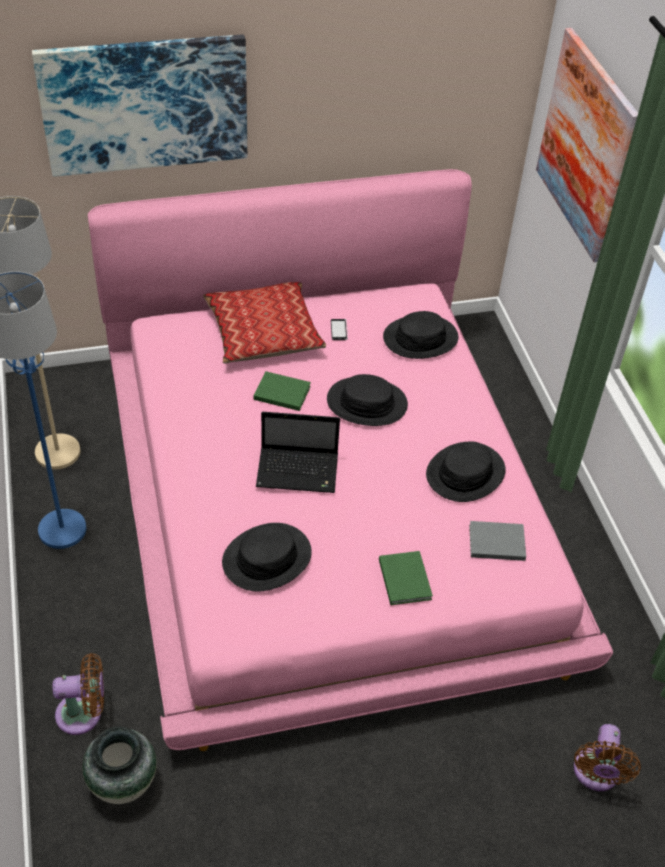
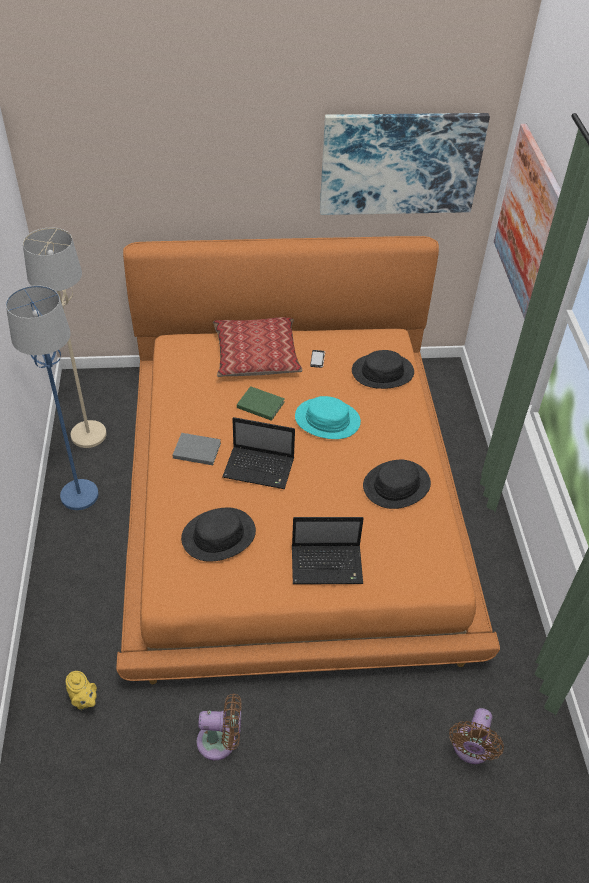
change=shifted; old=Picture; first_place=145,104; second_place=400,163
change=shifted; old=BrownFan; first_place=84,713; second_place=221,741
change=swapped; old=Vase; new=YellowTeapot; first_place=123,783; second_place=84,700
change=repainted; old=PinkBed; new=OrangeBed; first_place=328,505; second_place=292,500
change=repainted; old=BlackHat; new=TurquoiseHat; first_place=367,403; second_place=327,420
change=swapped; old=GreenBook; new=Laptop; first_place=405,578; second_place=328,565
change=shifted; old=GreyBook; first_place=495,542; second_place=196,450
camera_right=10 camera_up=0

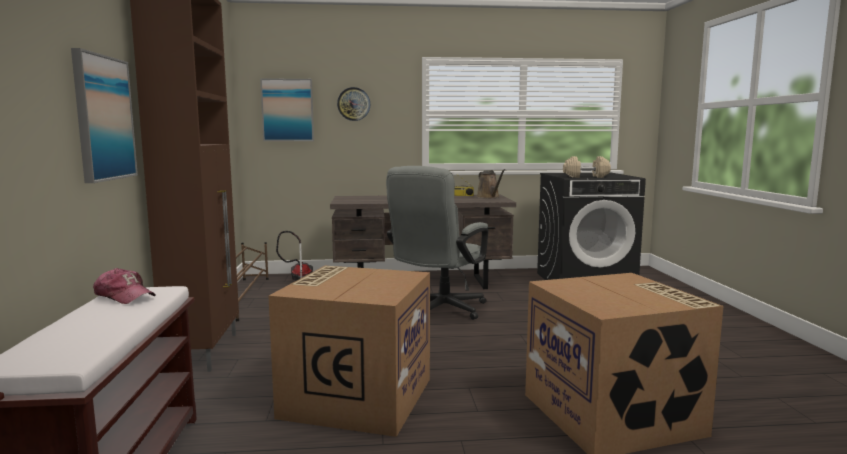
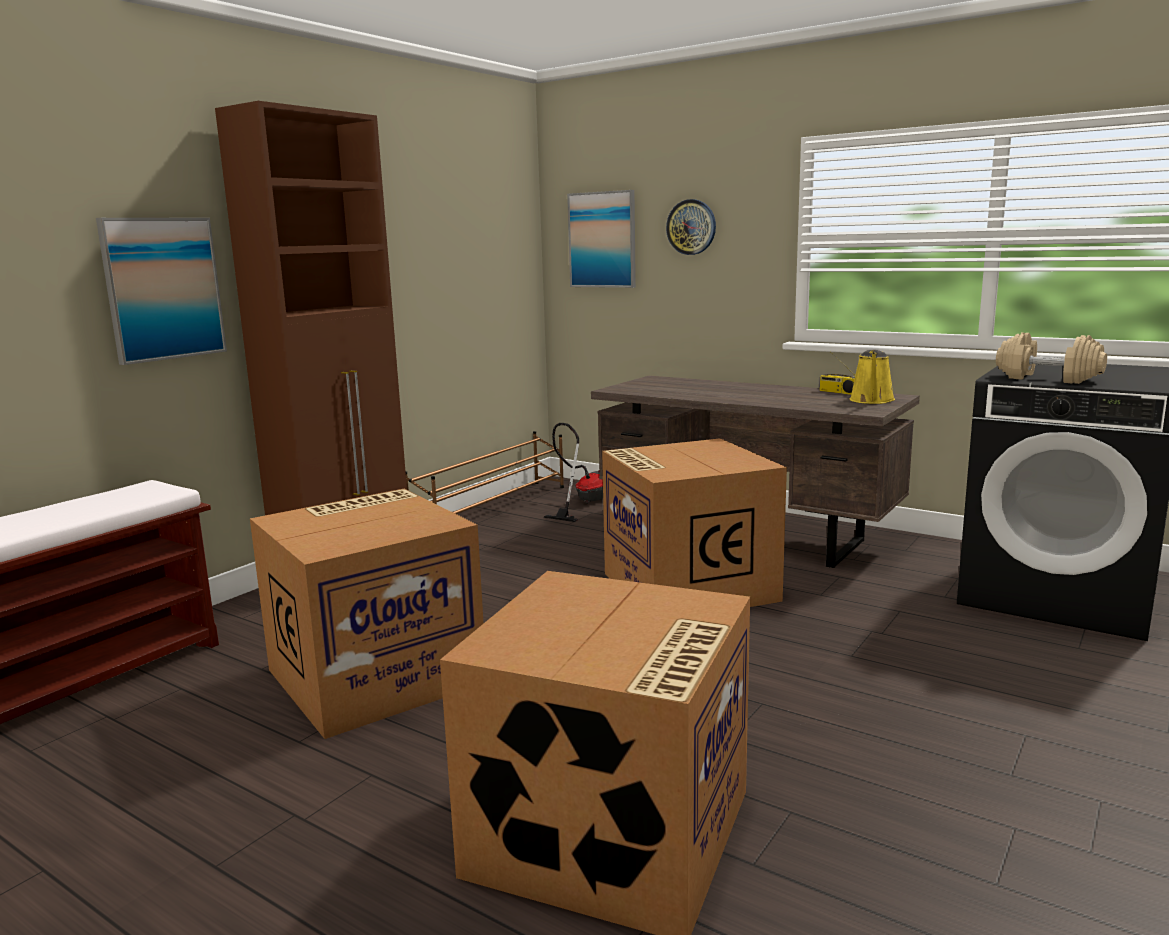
change=gone; old=Cap; first_place=124,296
change=swapped; old=GreyOfficeChair; new=CardboardBox; first_place=438,311; second_place=686,586
change=repainted; old=BrownWateringCan; new=YellowWateringCan; first_place=489,197; second_place=872,400
camera_right=40 camera_up=5

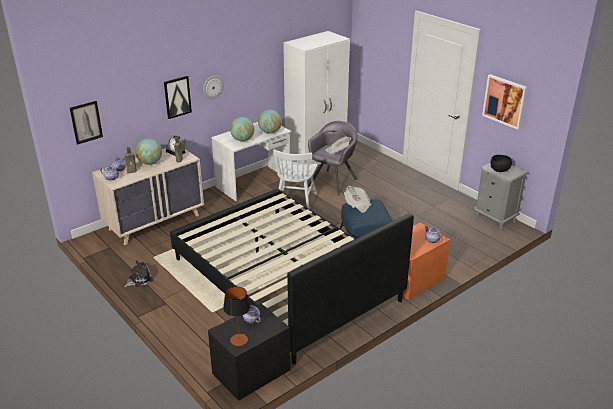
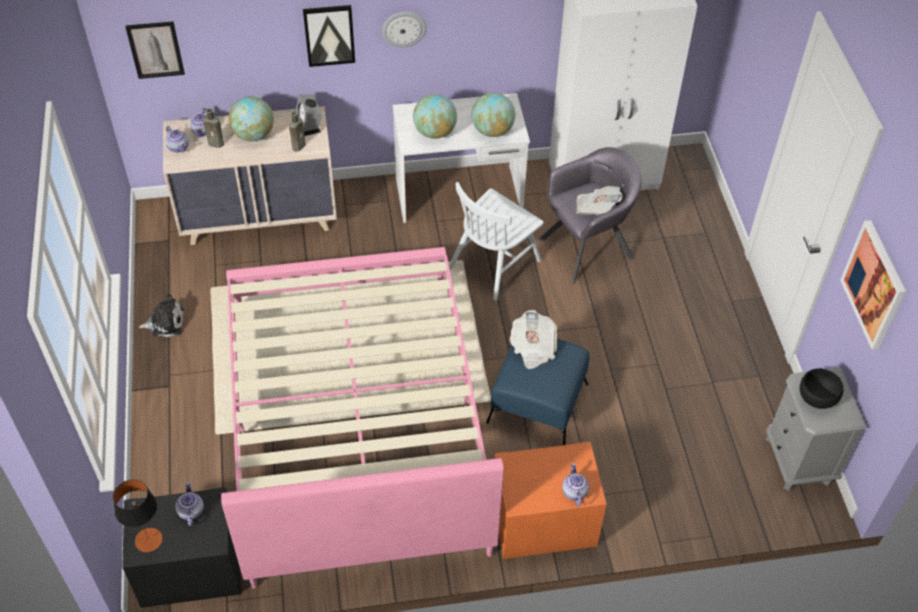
change=repainted; old=BlackBed; new=PinkBed; first_place=284,280; second_place=354,423
camera_right=30 camera_up=20

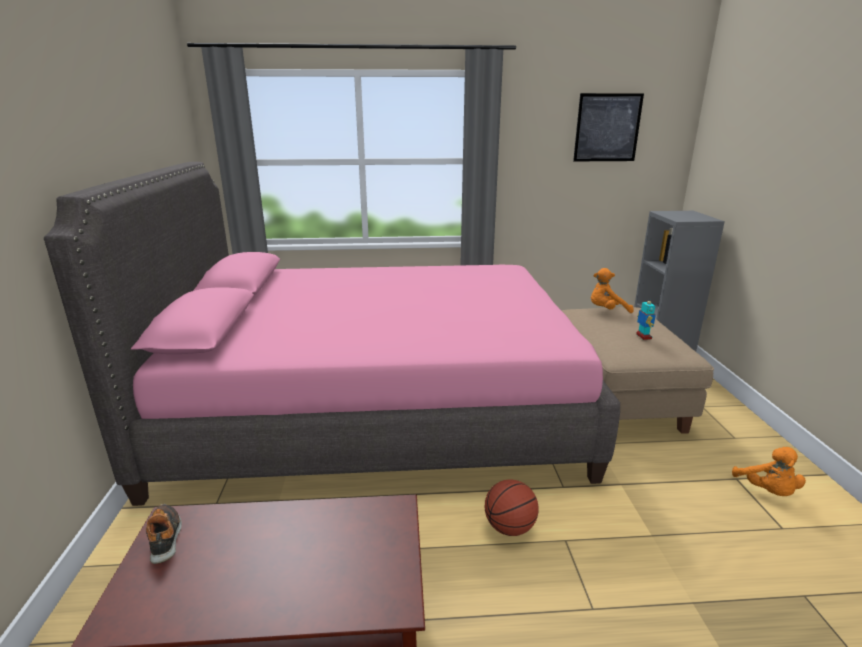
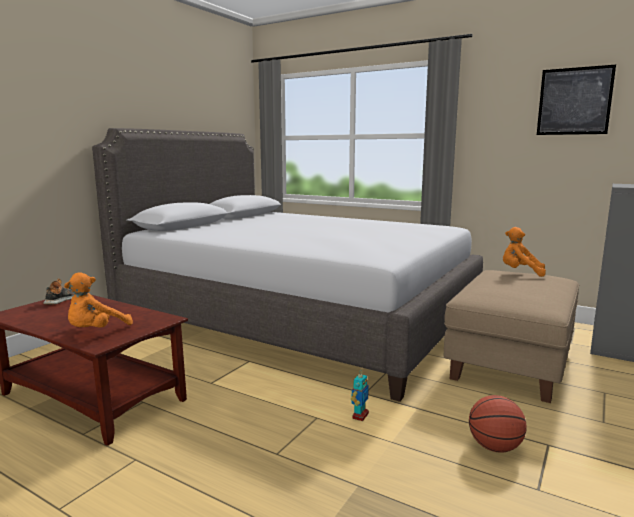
change=repainted; old=PinkBed; new=GreyBed; first_place=376,407; second_place=298,318
change=shifted; old=Basketball; first_place=509,528; second_place=494,447
change=shifted; old=ToyRobot; first_place=643,336; second_place=360,415
change=shifted; old=OrangePlushToy; first_place=767,491; second_place=96,331
camera_right=35 camera_up=-10

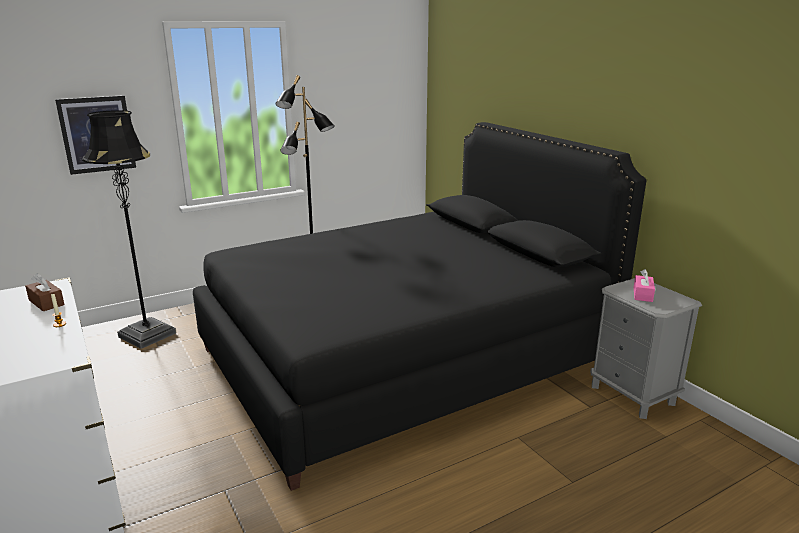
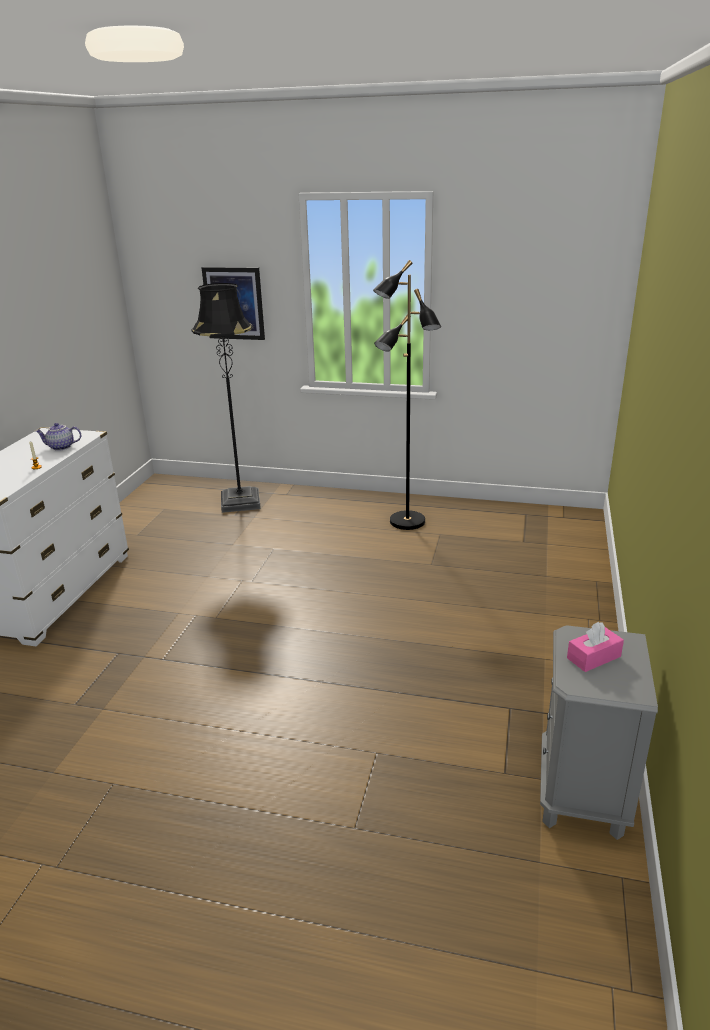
change=swapped; old=BrownTissueBox; new=Teapot; first_place=46,302; second_place=61,447
change=gone; old=BlackBed; first_place=403,358
camera_right=45 camera_up=5

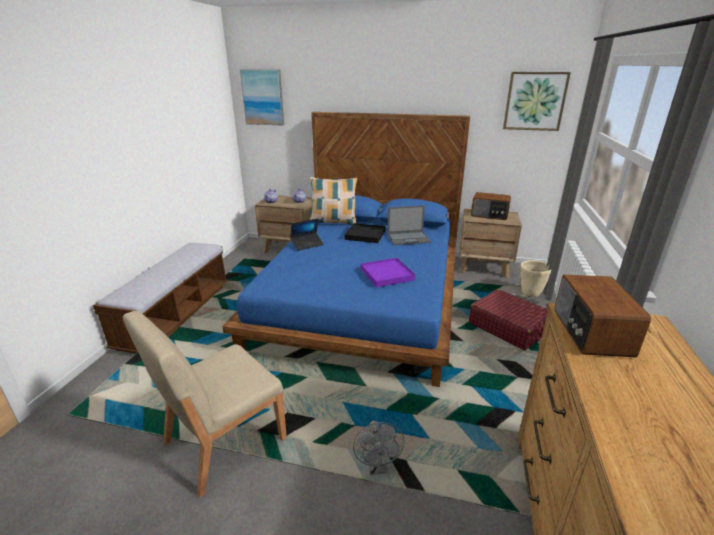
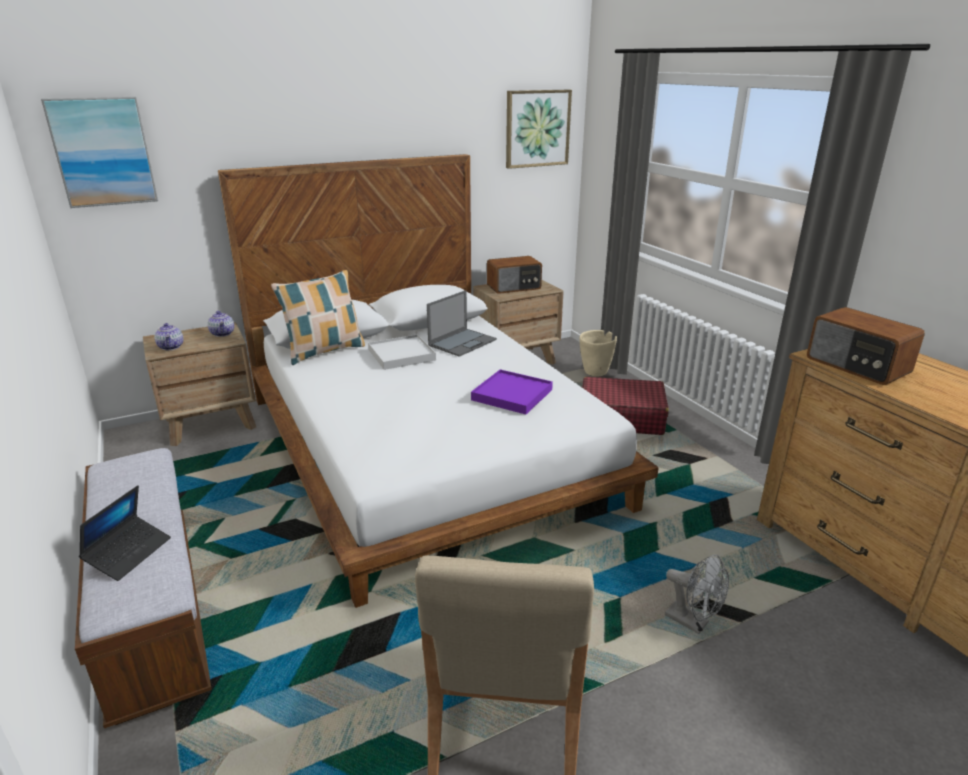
change=repainted; old=BlueBed; new=WhiteBed; first_place=364,297; second_place=427,448
change=shifted; old=Laptop; first_place=307,244; second_place=129,553
change=repainted; old=BlackTray; new=WhiteTray; first_place=365,235; second_place=401,355
camera_right=-40 camera_up=0

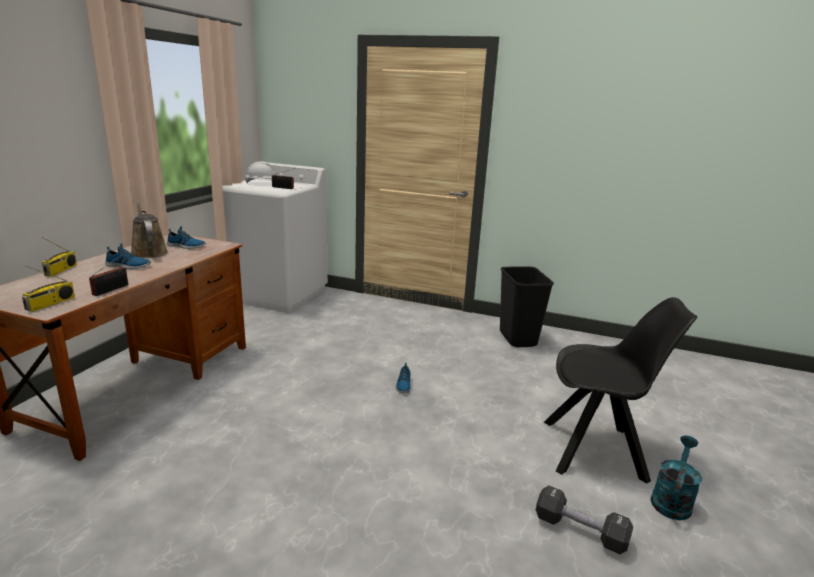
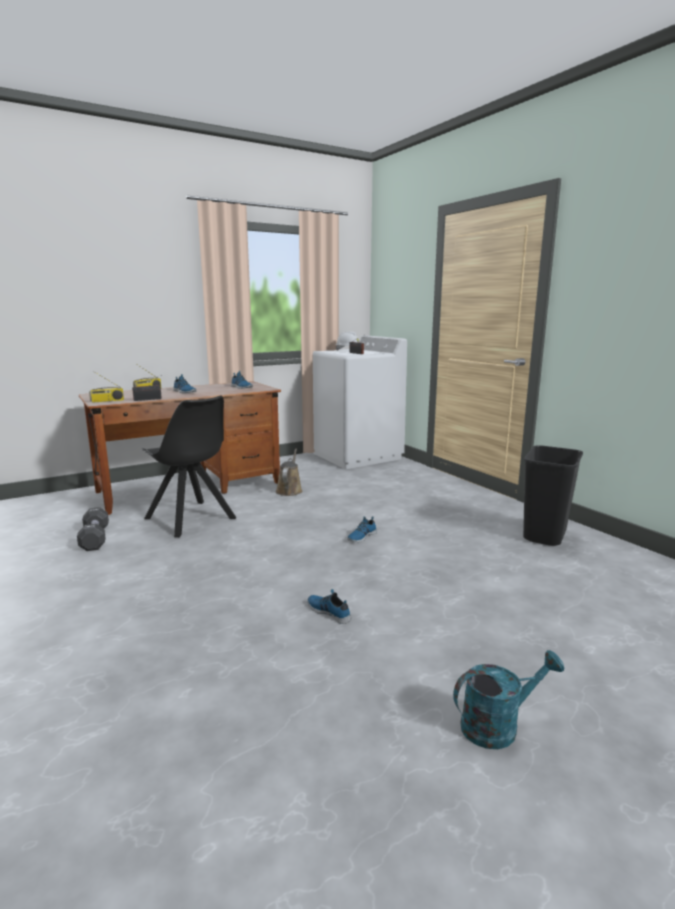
change=shifted; old=BrownWateringCan; first_place=148,252; second_place=289,490
change=shifted; old=BlackDumbbell; first_place=580,531; second_place=95,539
change=shifted; old=BlackChair; first_place=596,450; second_place=191,519
change=new; new=Shoe; second_place=329,612
camera_right=40 camera_up=-5

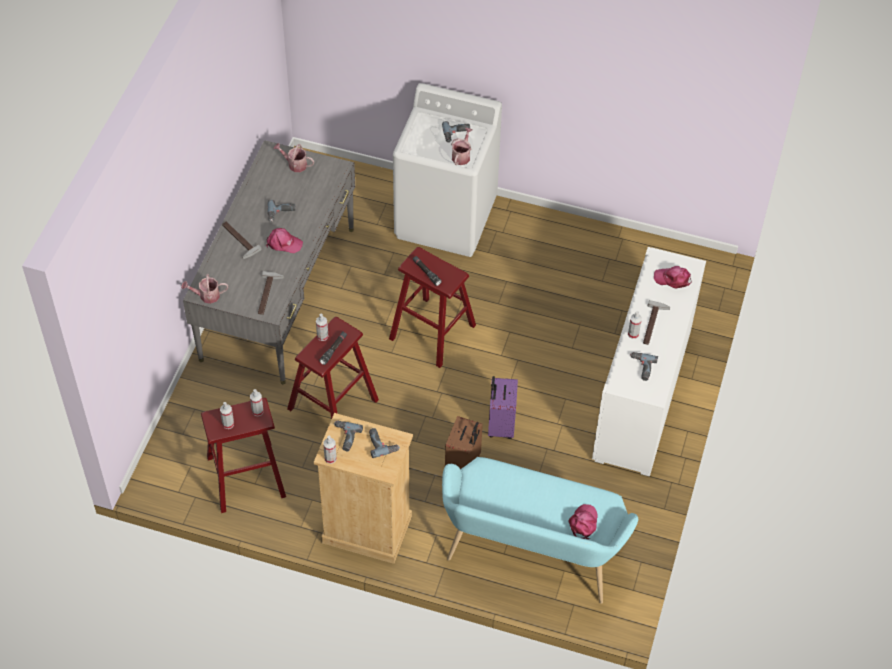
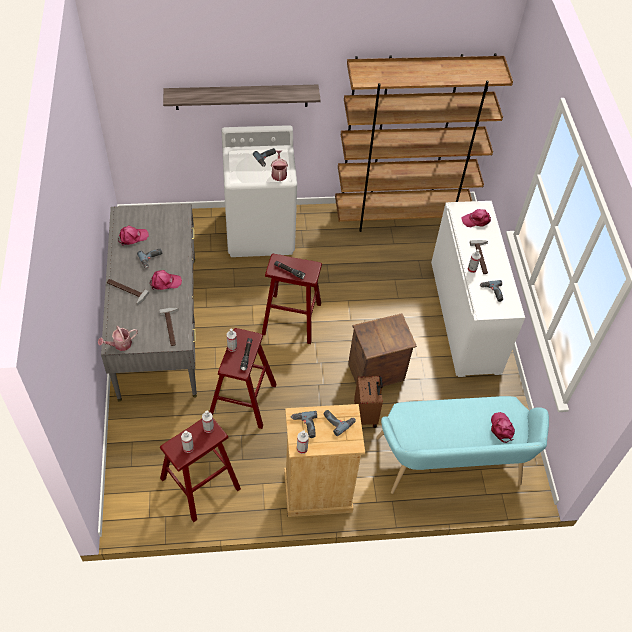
change=gone; old=WateringCan; first_place=295,164
change=swapped; old=PurpleSuitcase; new=Crate; first_place=500,425; second_place=376,373
change=new; new=PinkCap; second_place=132,237
change=new; new=Shelf; second_place=241,97
change=new; new=BrownBookcase; second_place=403,215
camera_right=-25 camera_up=0

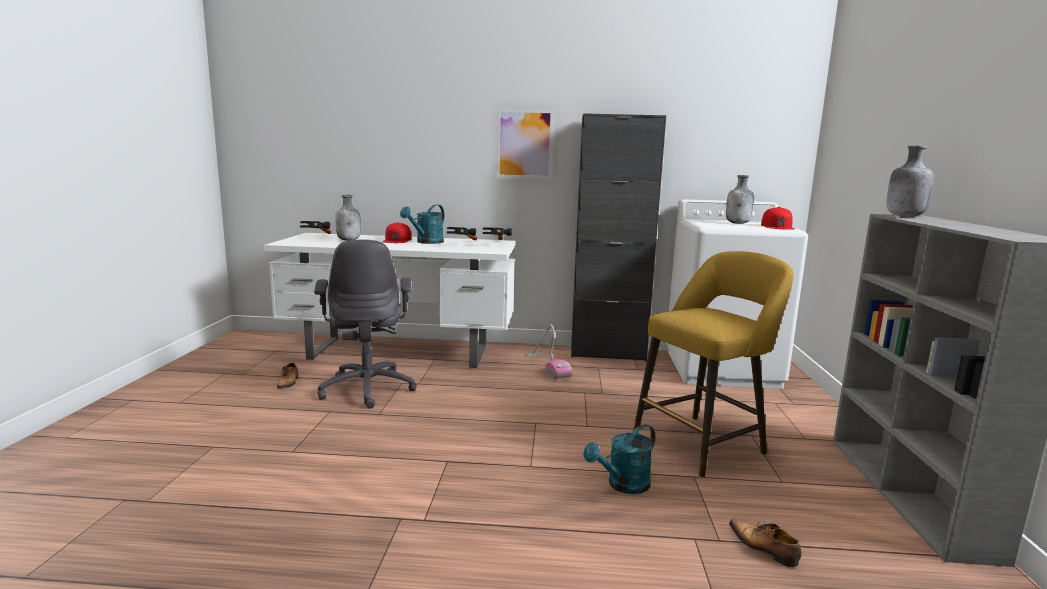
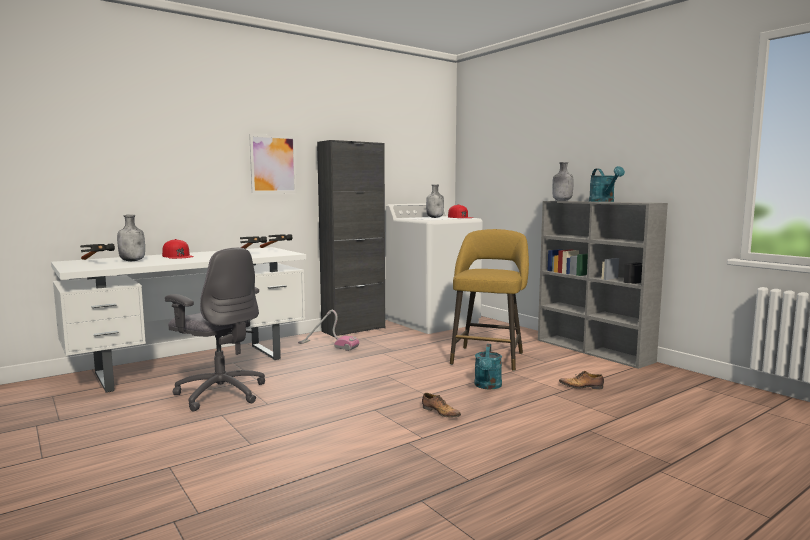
change=shifted; old=Shoe; first_place=288,383; second_place=440,412
change=shifted; old=TurquoiseWateringCan; first_place=426,242; second_place=604,201
camera_right=-40 camera_up=-5

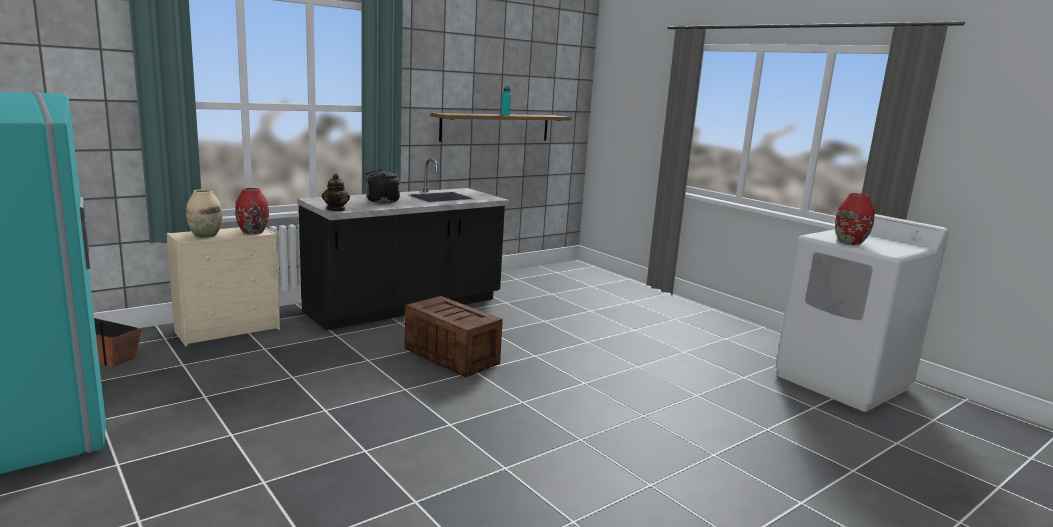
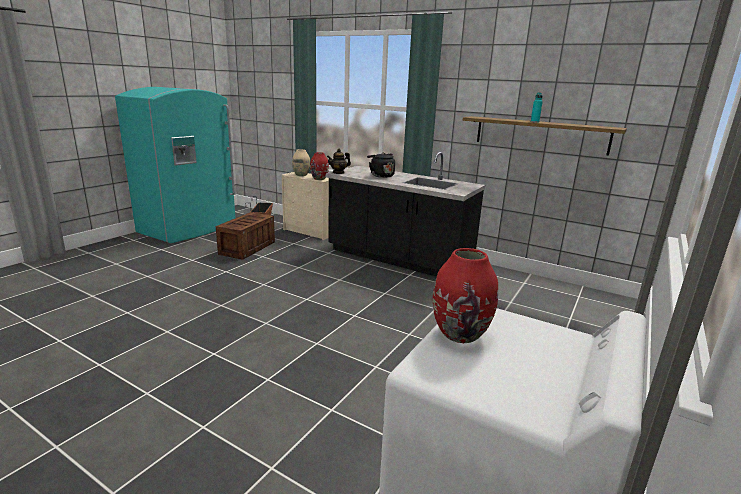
change=shifted; old=Crate; first_place=450,355; second_place=248,247
camera_right=70 camera_up=5

